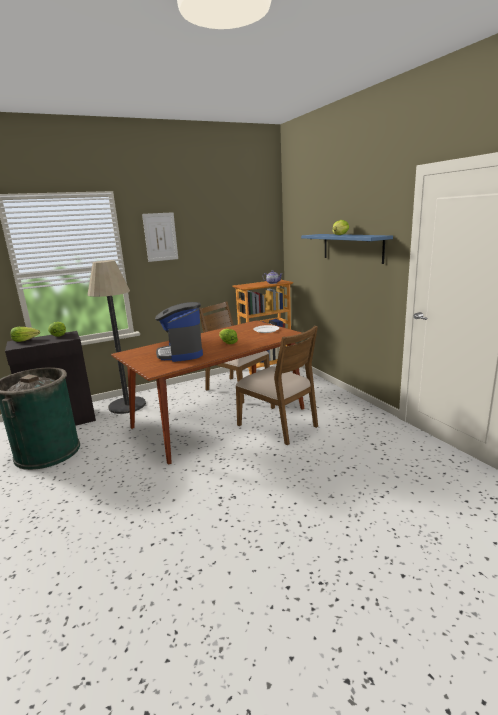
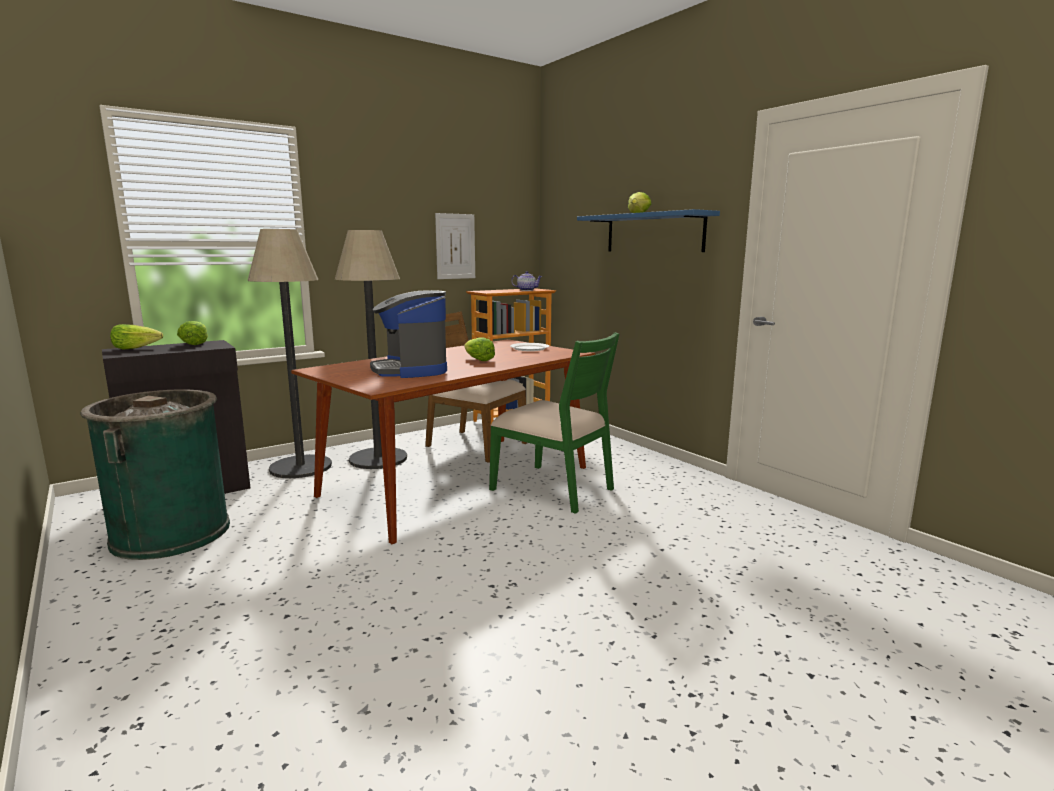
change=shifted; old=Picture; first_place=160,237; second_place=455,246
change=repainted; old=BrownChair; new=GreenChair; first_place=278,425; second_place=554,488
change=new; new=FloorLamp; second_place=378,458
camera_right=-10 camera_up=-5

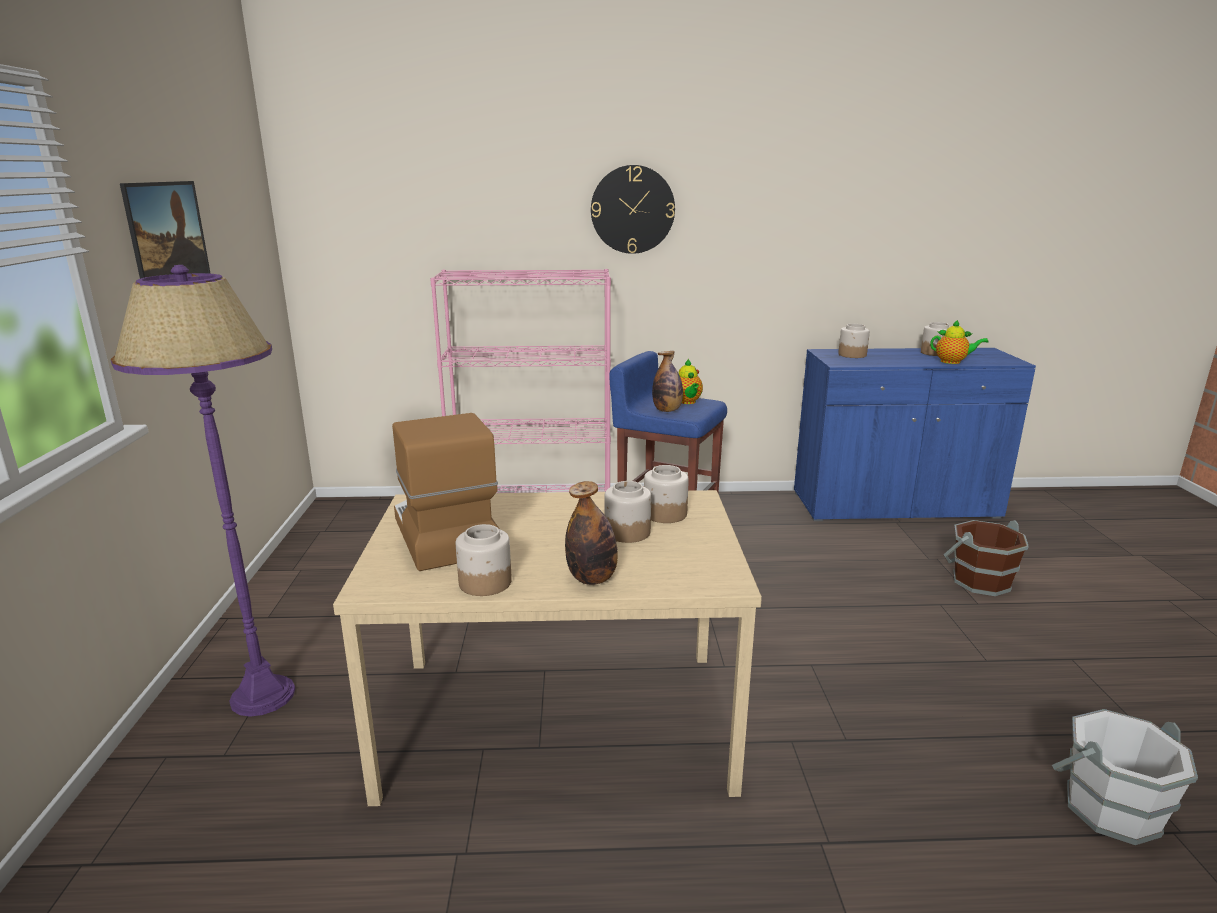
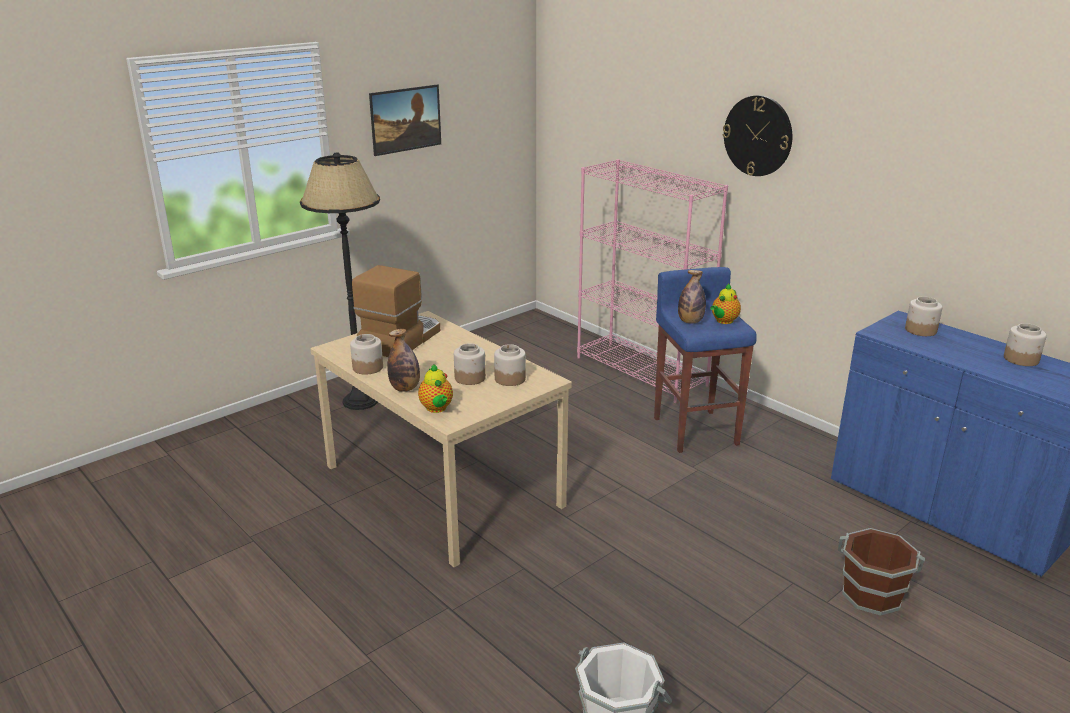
change=repainted; old=PurpleFloorLamp; new=BlackFloorLamp; first_place=262,696; second_place=360,401
change=shifted; old=Teapot; first_place=953,362; second_place=437,409
camera_right=50 camera_up=5

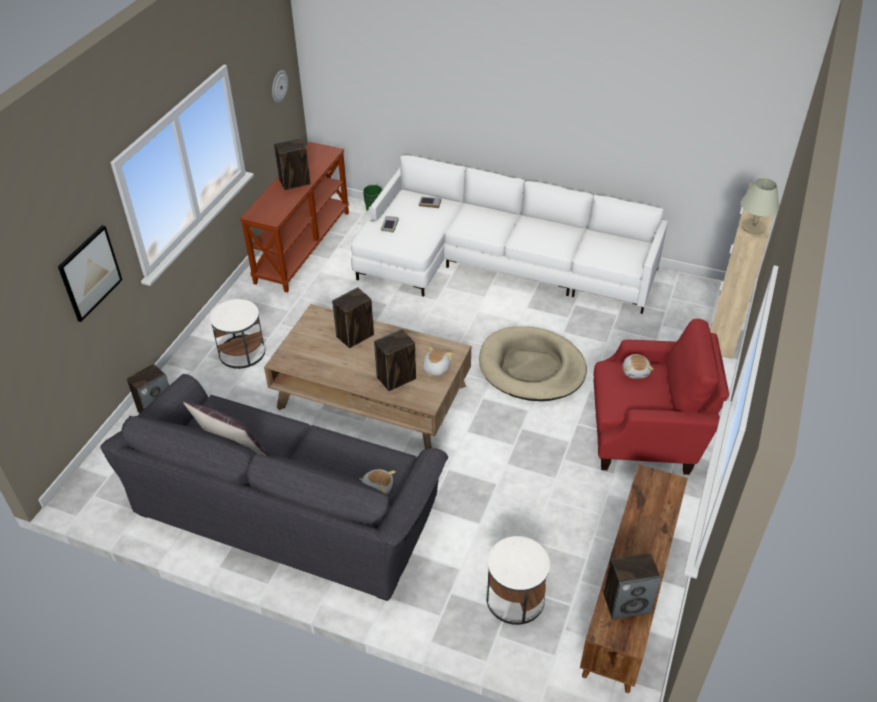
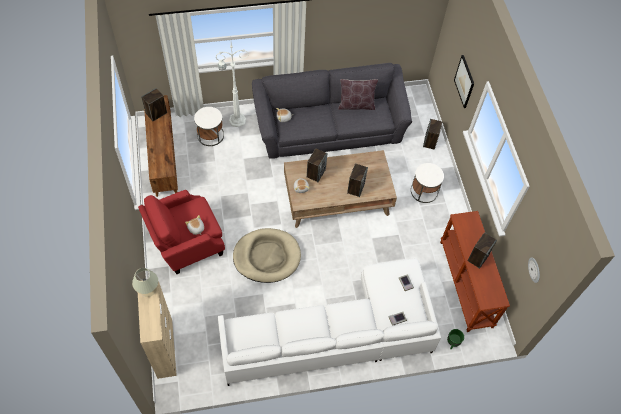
change=new; new=WhiteFloorLamp; second_place=236,120
camera_right=145 camera_up=15

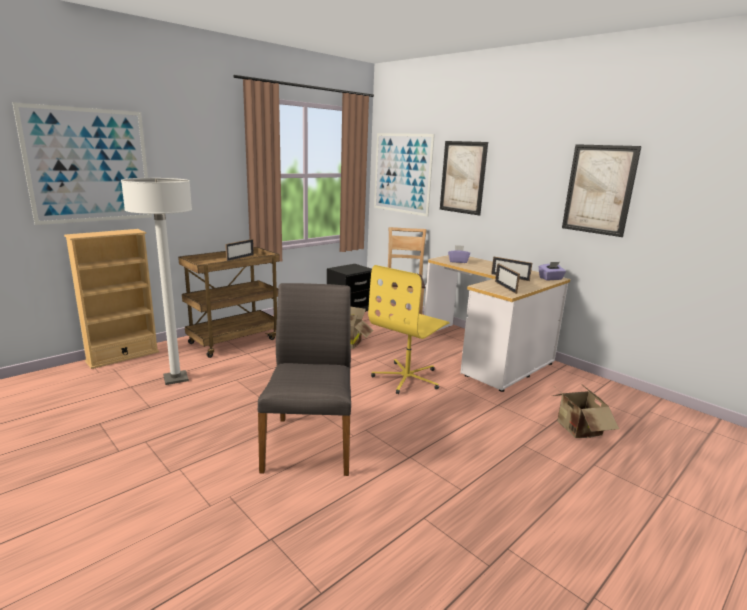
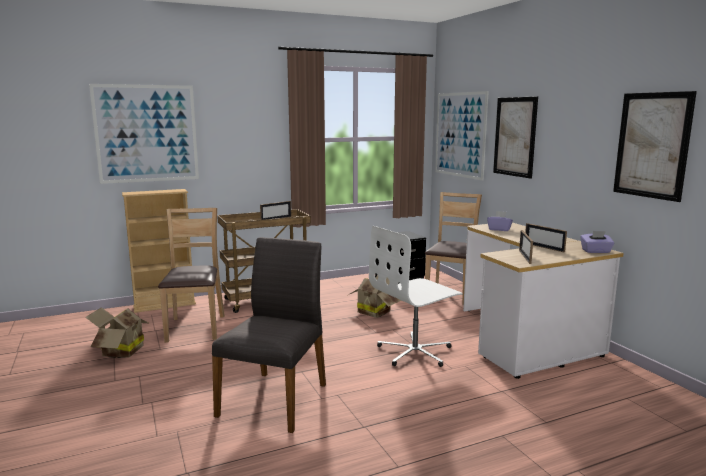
change=swapped; old=WhiteFloorLamp; new=BrownChair; first_place=176,379; second_place=195,328
change=repainted; old=YellowOfficeChair; new=WhiteOfficeChair; first_place=407,378; second_place=415,352
change=shifted; old=CardboardBox; first_place=576,430; second_place=119,352
camera_right=20 camera_up=-5

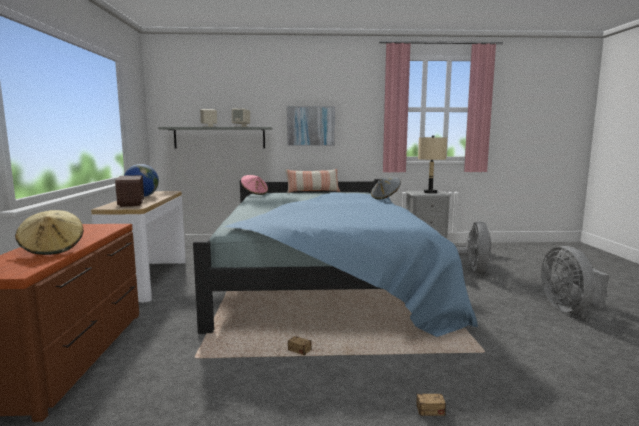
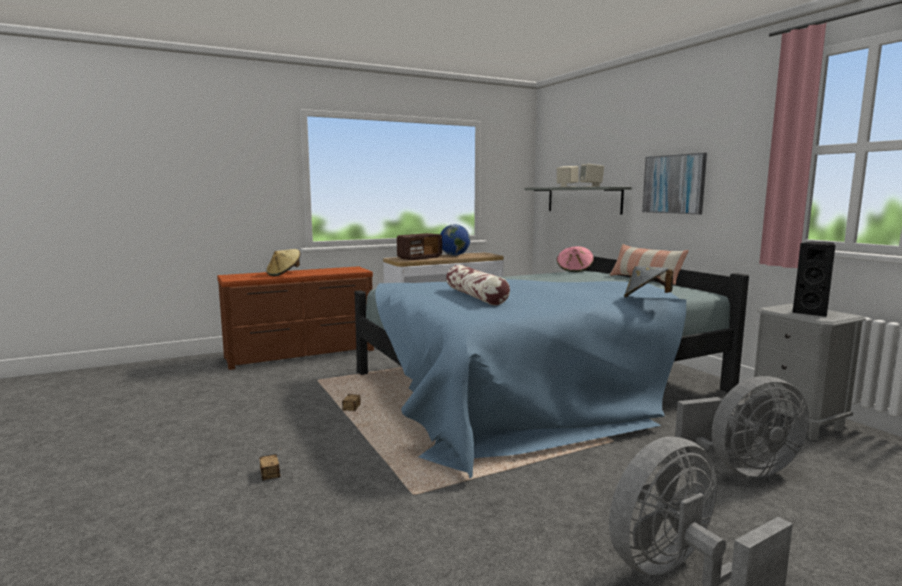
change=swapped; old=BeigeTableLamp; new=BlackSpeaker; first_place=430,192; second_place=812,312
change=new; new=Pillow; second_place=476,296
camera_right=65 camera_up=0

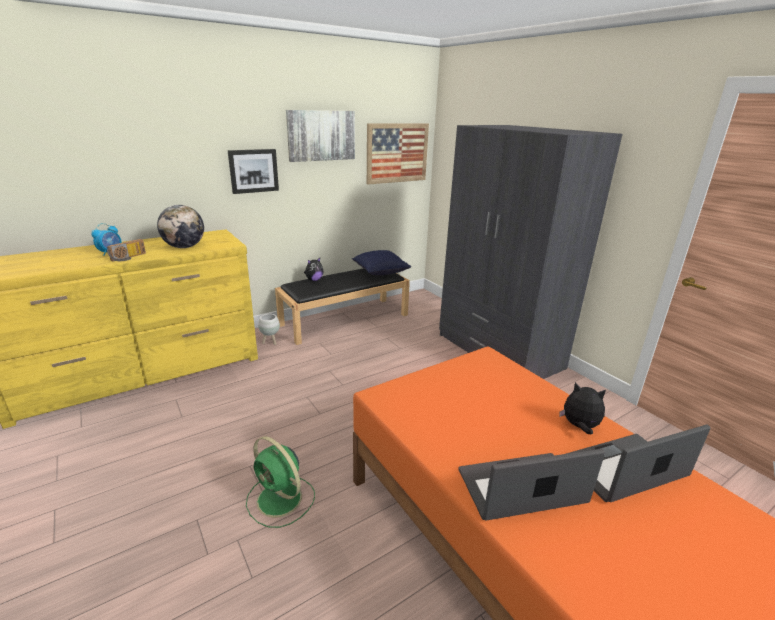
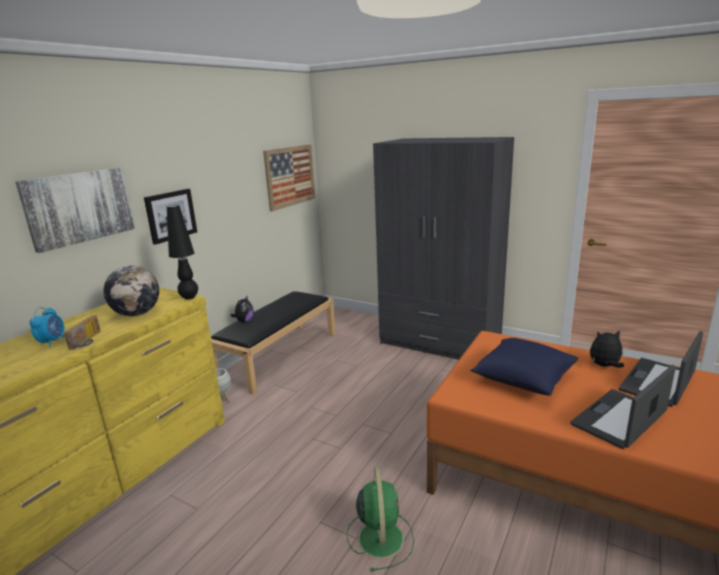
change=rotated; old=GreenFan; first_place=281,500; second_place=380,537; degrees=-105
change=shifted; old=Picture; first_place=321,135; second_place=79,207
change=shifted; old=BluePillow; first_place=380,271; second_place=522,379
change=new; new=BlackTableLamp; second_place=189,298
camera_right=-25 camera_up=-5

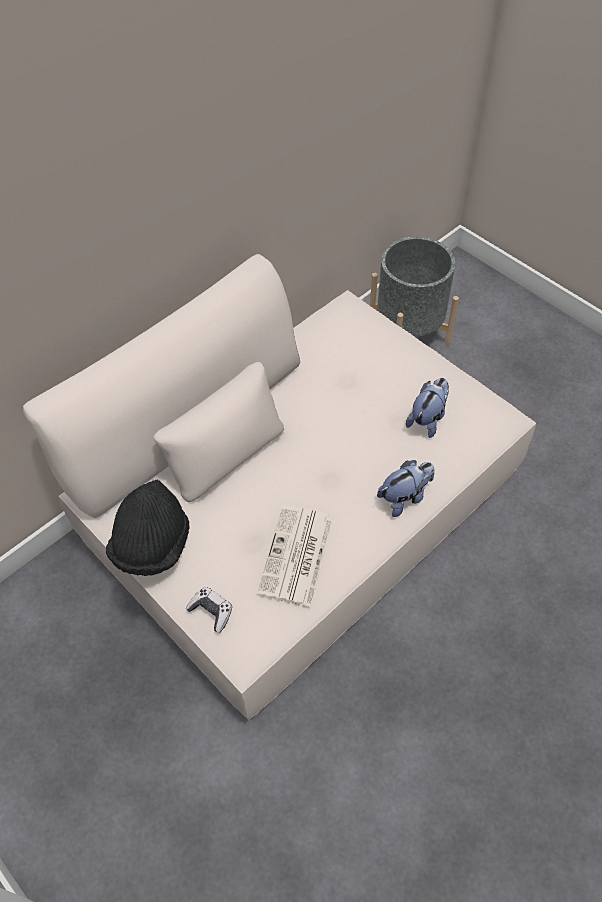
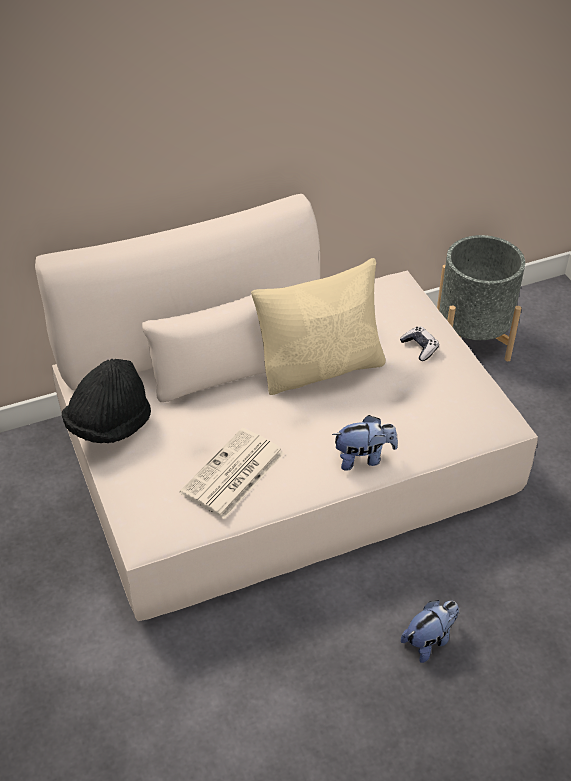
change=shifted; old=GameController; first_place=211,611; second_place=419,348
change=shifted; old=PlushToy; first_place=428,419; second_place=429,640
change=new; new=BeigePillow; second_place=321,368
camera_right=20 camera_up=-10

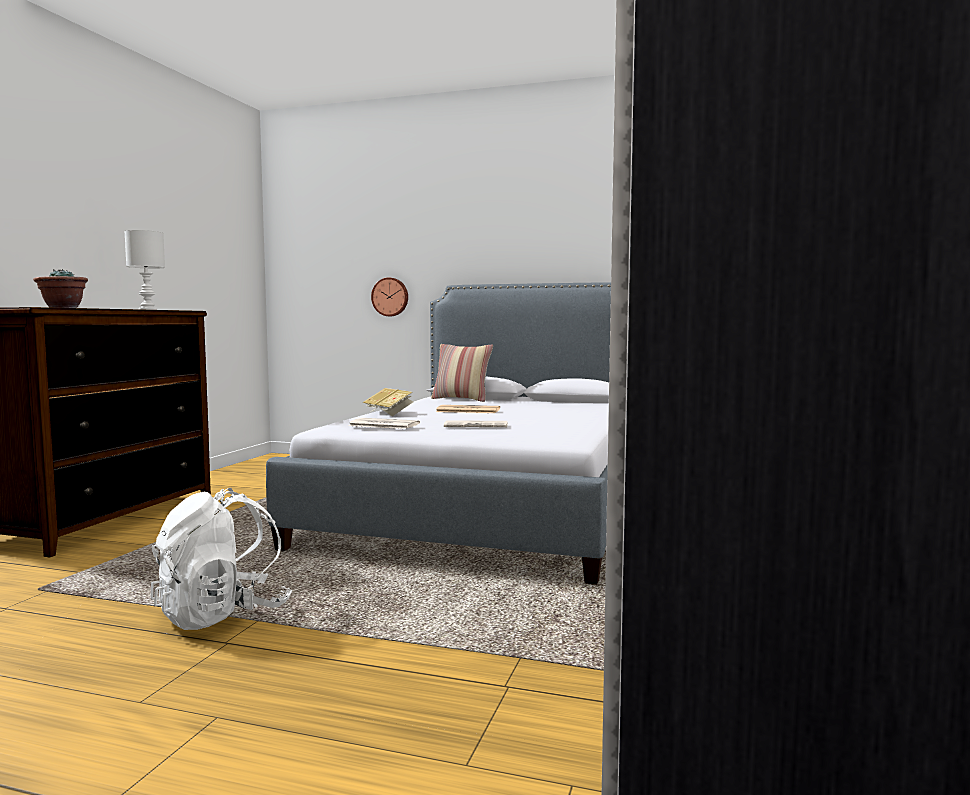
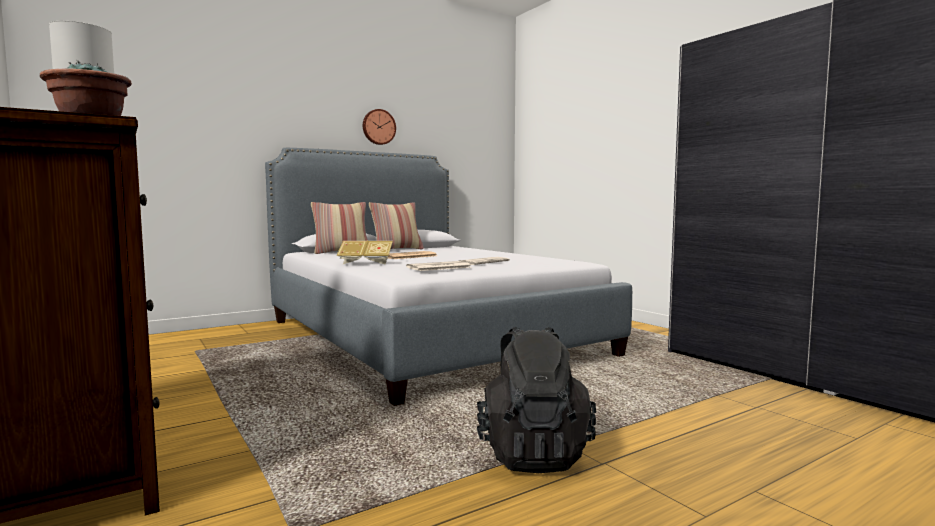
change=repainted; old=WhiteBackpack; new=BlackBackpack; first_place=222,614; second_place=532,453
change=shifted; old=WallClock; first_place=390,297; second_place=378,127
change=new; new=Pillow; second_place=397,250
camera_right=-50 camera_up=0

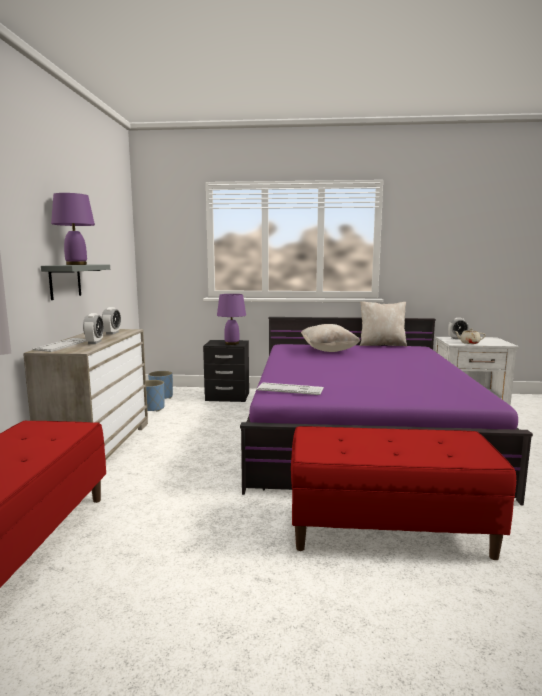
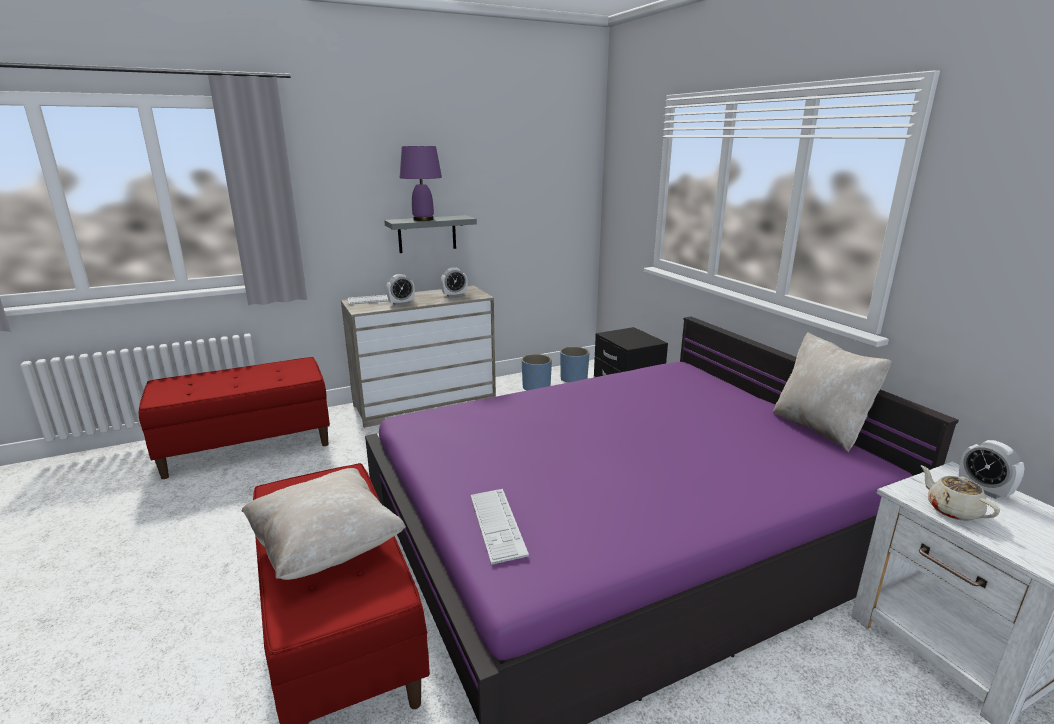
change=gone; old=PurpleTableLamp; first_place=231,343
change=shifted; old=Keyboard; first_place=290,389; second_place=497,525
change=shifted; old=BeigePillow; first_place=328,351; second_place=326,547
camera_right=60 camera_up=10

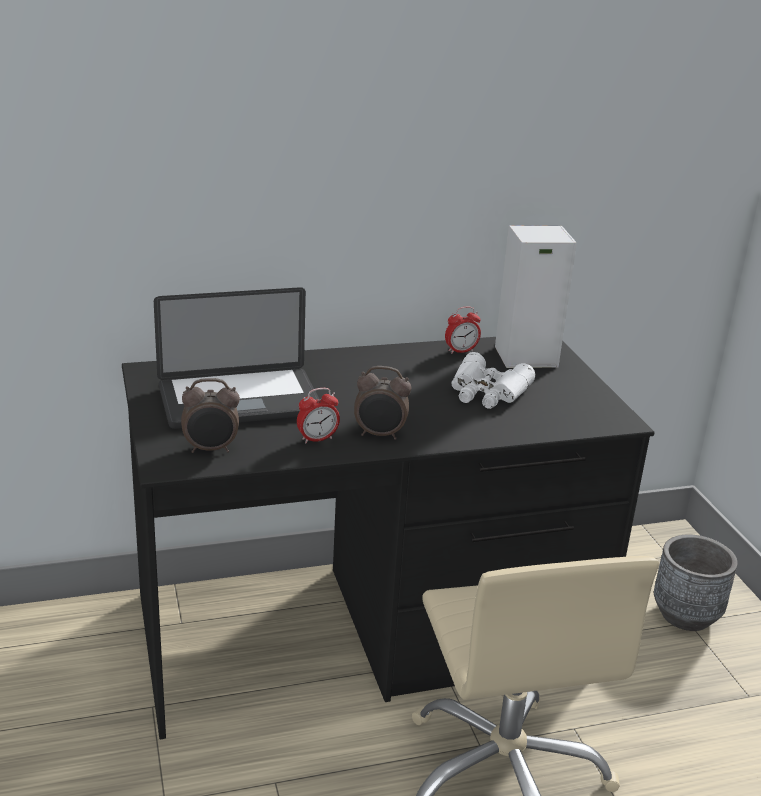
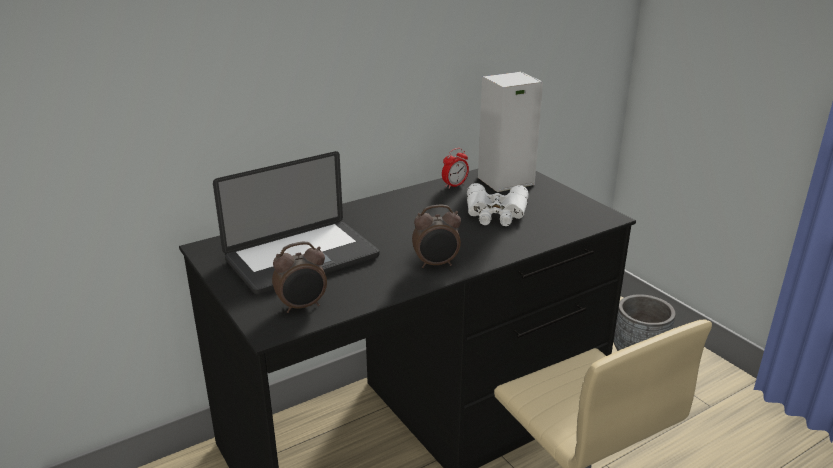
change=gone; old=AlarmClock; first_place=317,439
camera_right=-15 camera_up=0

